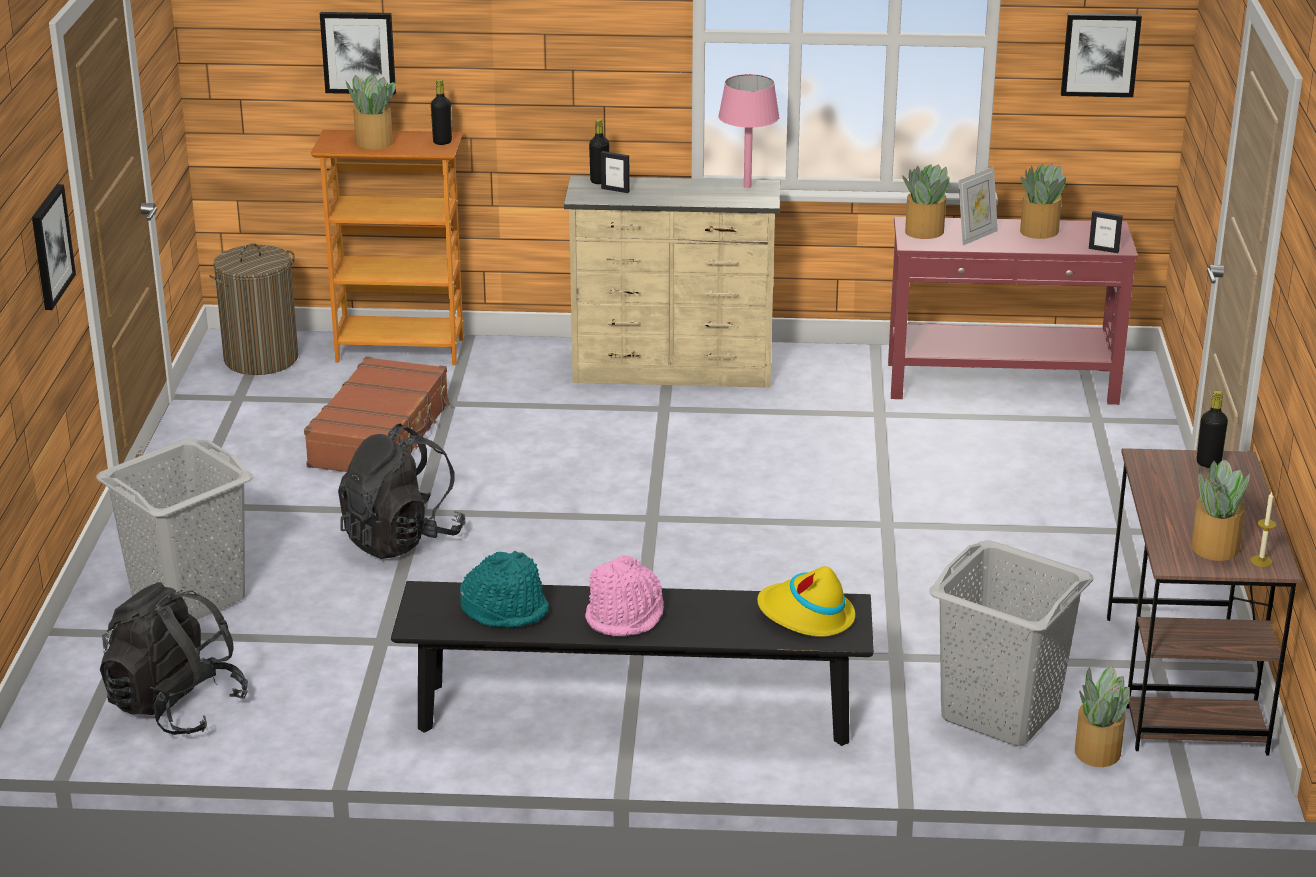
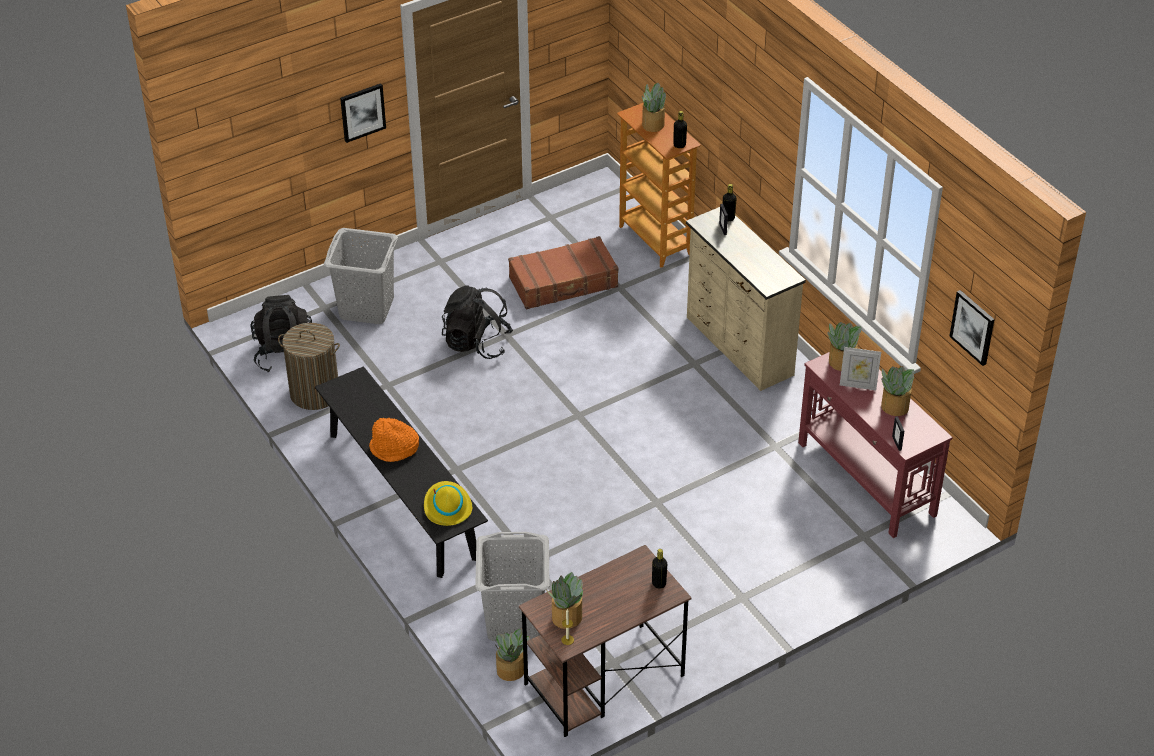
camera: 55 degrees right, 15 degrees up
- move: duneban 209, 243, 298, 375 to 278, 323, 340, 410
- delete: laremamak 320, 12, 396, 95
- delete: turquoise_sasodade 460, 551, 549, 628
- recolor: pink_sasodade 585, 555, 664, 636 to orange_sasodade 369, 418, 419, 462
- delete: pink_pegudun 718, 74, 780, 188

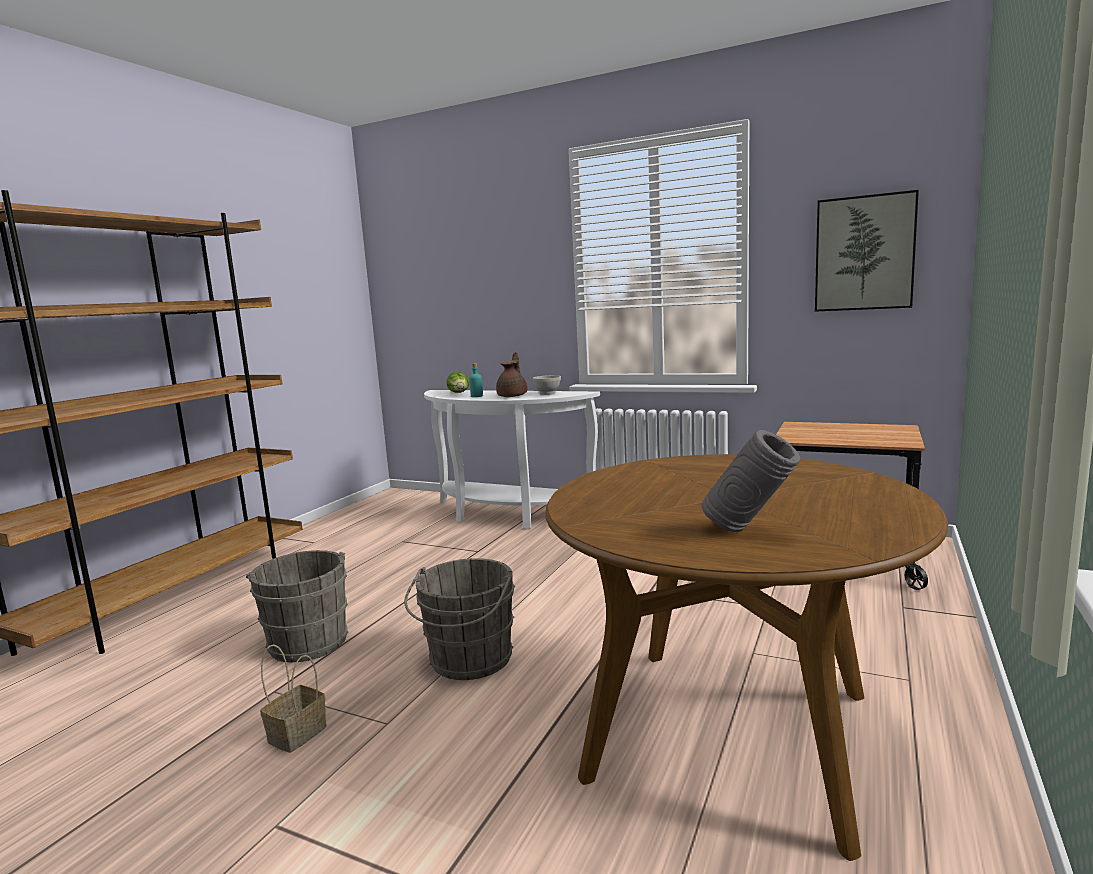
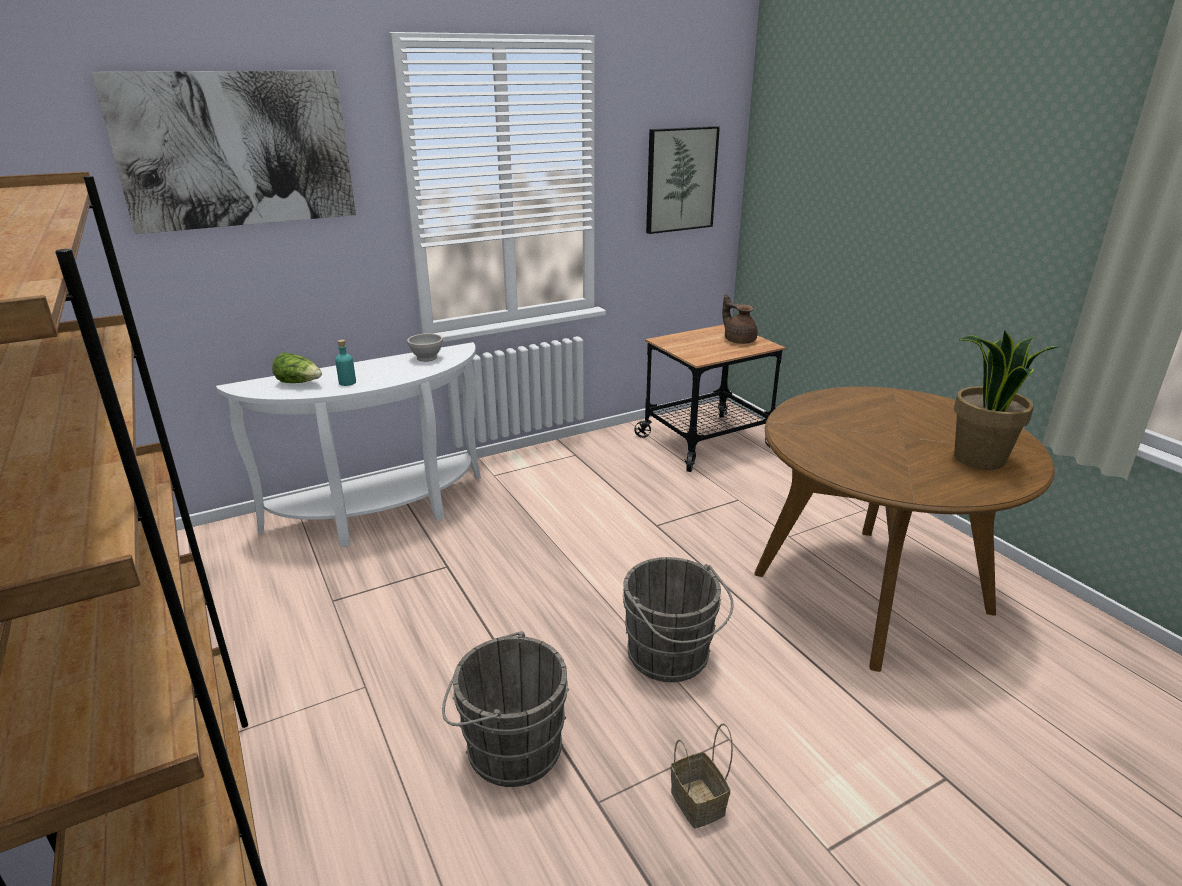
camera: 55 degrees left, 15 degrees up
- move: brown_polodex 496, 352, 527, 397 to 722, 294, 758, 344
- replace: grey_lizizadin 702, 430, 800, 532 to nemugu 954, 331, 1058, 470
- insert: laremamak 91, 71, 356, 234

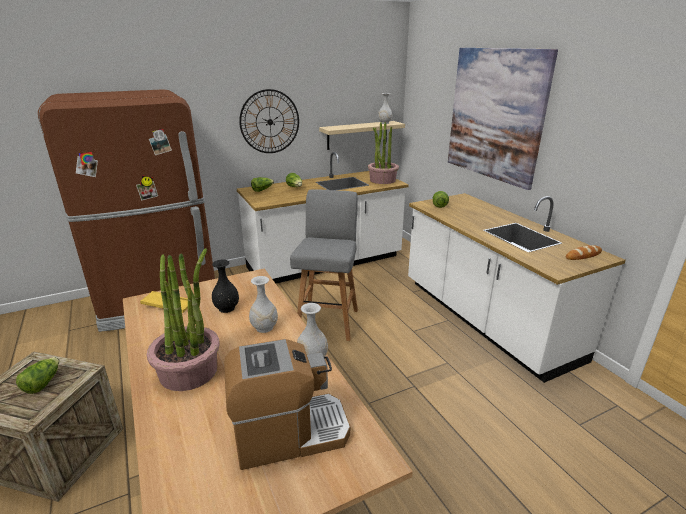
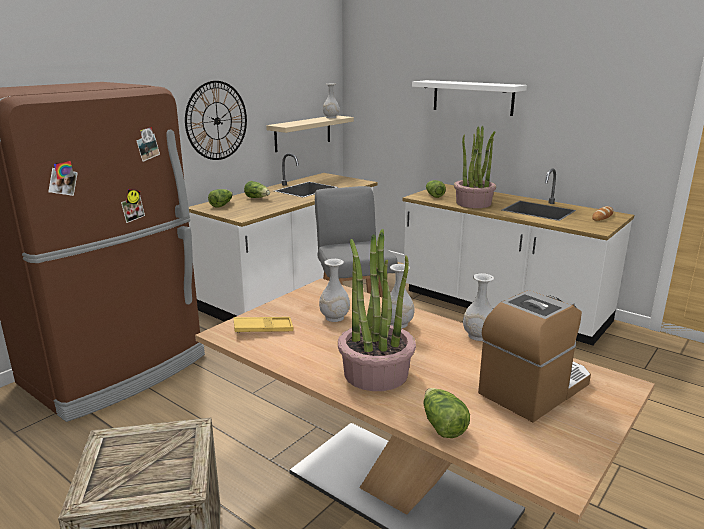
camera: 25 degrees left, 5 degrees down
- move: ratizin 16, 357, 59, 394 to 424, 388, 470, 438
- recolor: black_lizizadin 212, 260, 239, 313 to white_lizizadin 319, 259, 350, 322
- move: nemugu 368, 122, 399, 184 to 454, 126, 496, 208
- replace: laremamak 448, 48, 558, 190 to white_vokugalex 412, 80, 527, 116

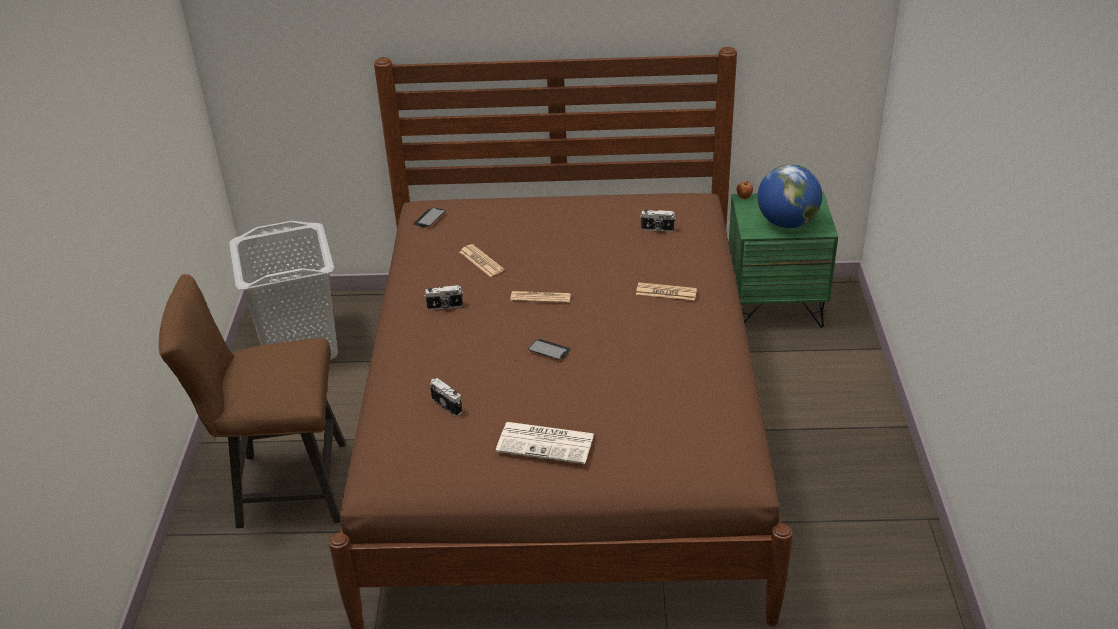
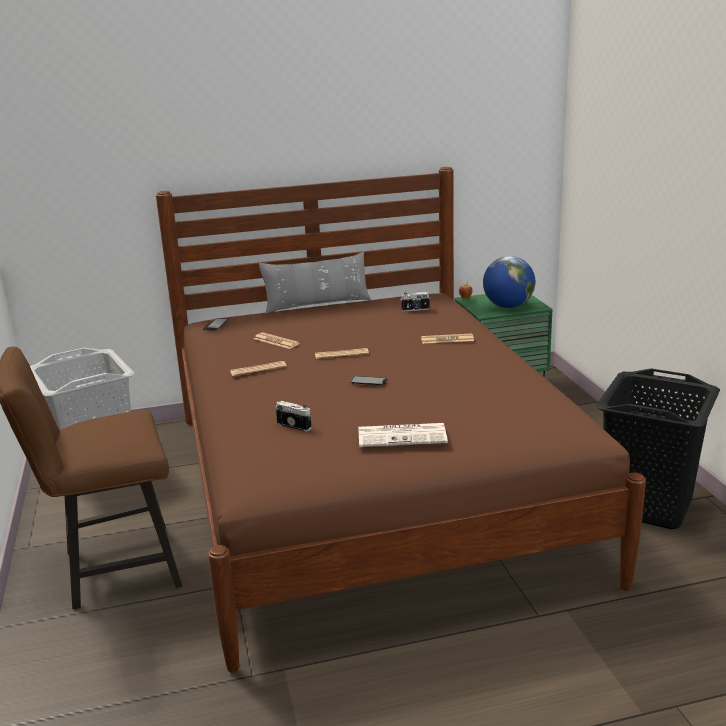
camera: 15 degrees left, 15 degrees down
- replace: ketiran 424, 285, 463, 310 to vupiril 230, 361, 287, 376
- insert: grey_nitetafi 259, 252, 371, 313
- insert: black_duneban 596, 368, 720, 529

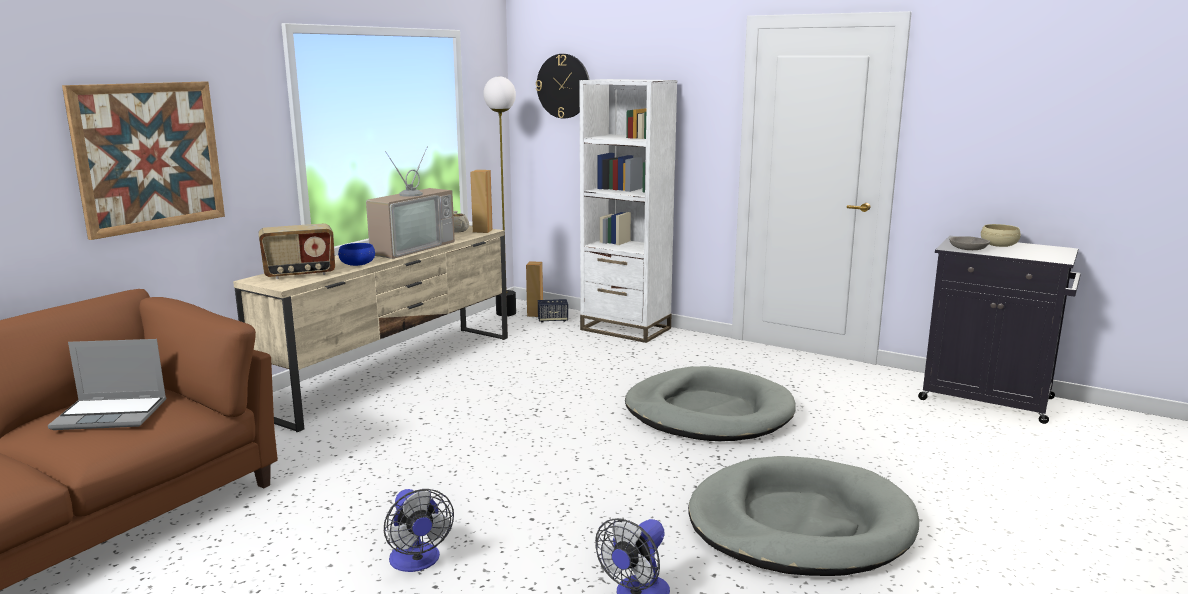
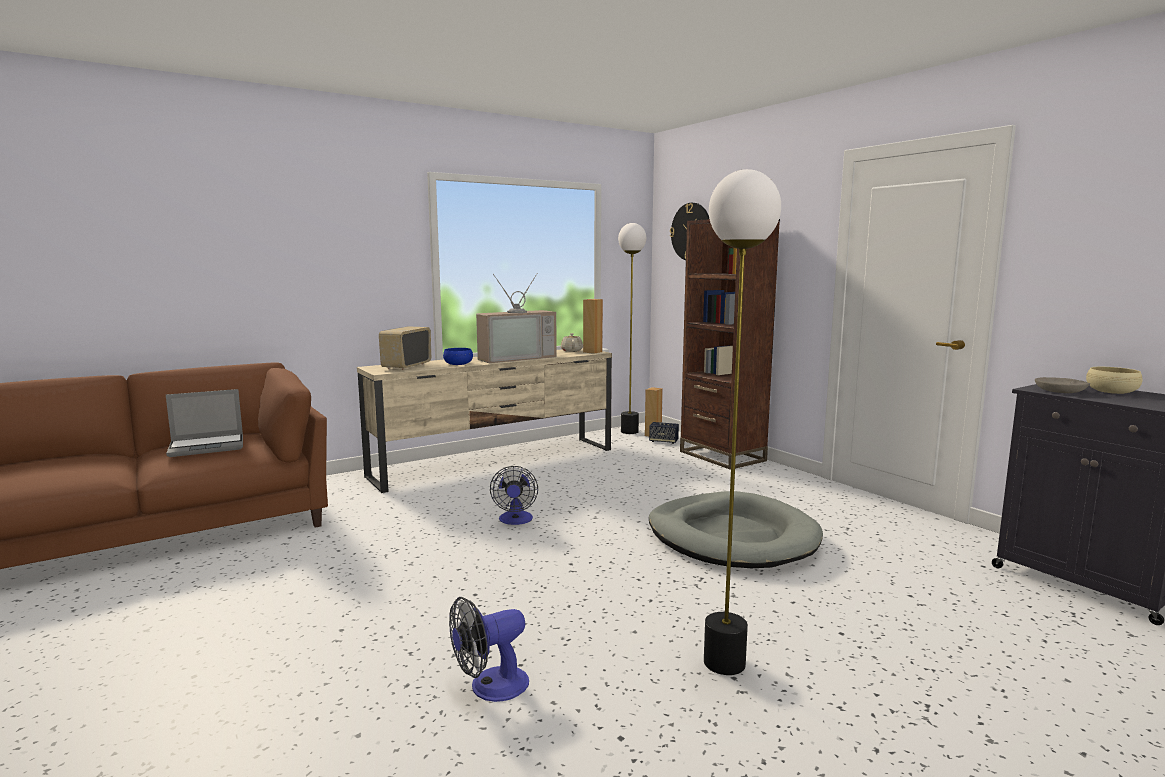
camera: 25 degrees right, 5 degrees down
- rotate: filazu 48, 339, 166, 430 = 166, 389, 243, 457 45 degrees counterclockwise
- delete: laremamak 62, 82, 225, 240
- rotate: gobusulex 259, 223, 335, 279 = 379, 326, 431, 370 105 degrees clockwise
- move: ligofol 384, 489, 454, 572 to 490, 466, 538, 525
- recolor: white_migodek 580, 79, 678, 343 to brown_migodek 680, 219, 780, 470
- replace: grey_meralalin 688, 456, 919, 576 to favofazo 704, 169, 781, 675

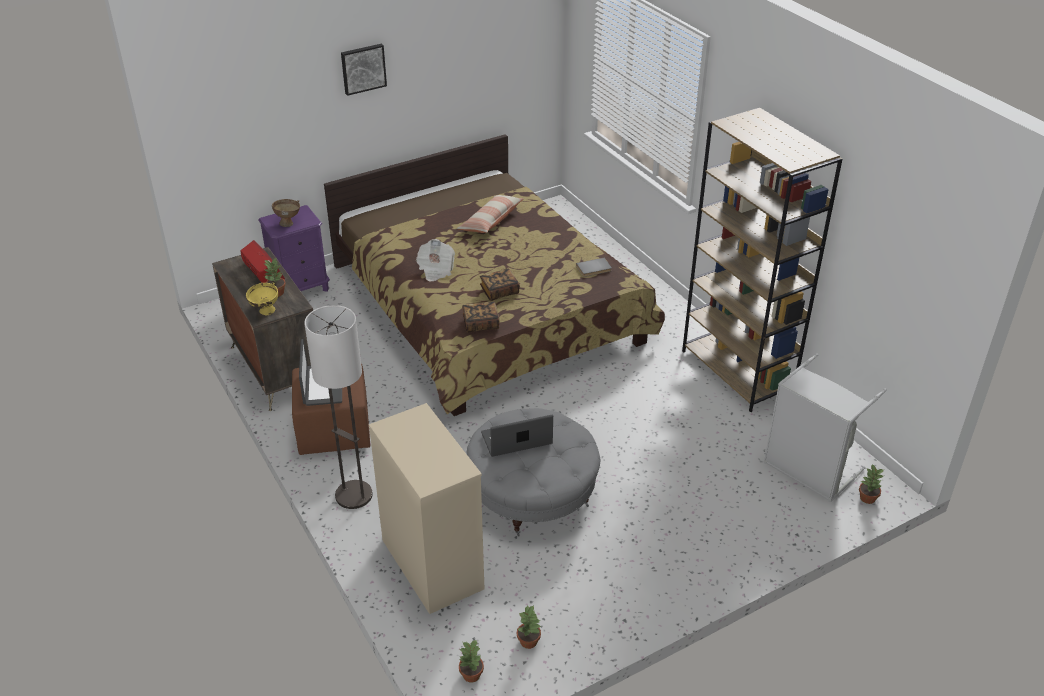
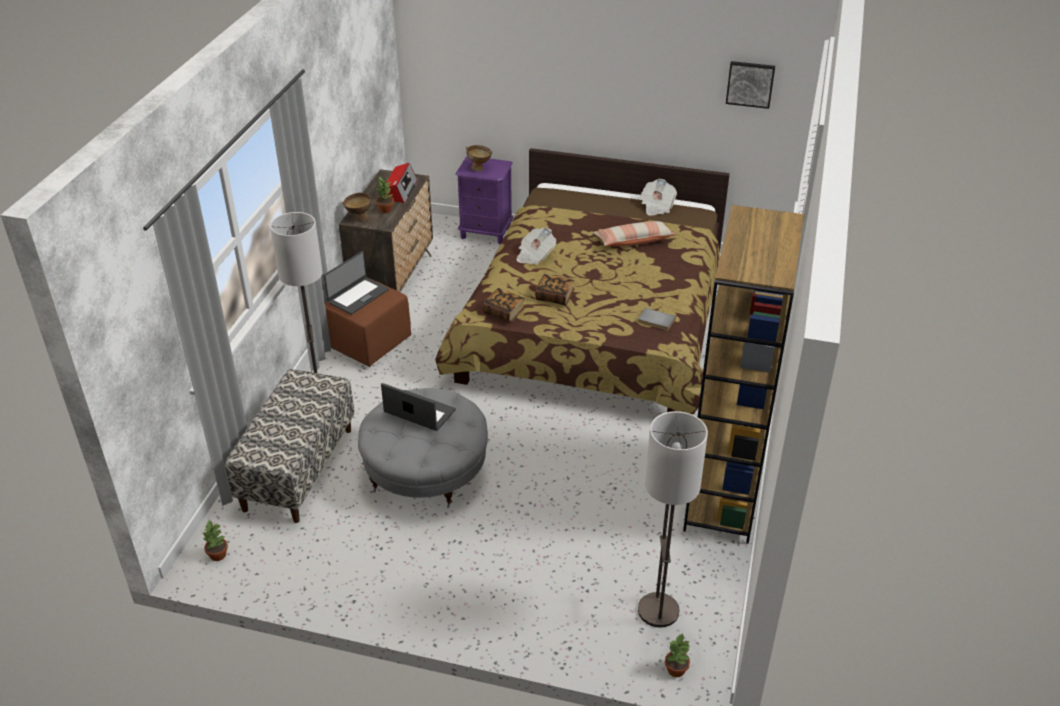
camera: 45 degrees right, 0 degrees up
- recolor: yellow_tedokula 246, 282, 278, 316 to brown_tedokula 342, 193, 372, 222
- move: laremamak 341, 44, 387, 96 to 726, 61, 775, 109
- replace: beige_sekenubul 369, 403, 485, 614 to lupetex 225, 369, 355, 523
- delete: nemugu 517, 605, 541, 649
- replace: grey_duneban 764, 354, 887, 502 to favofazo 638, 411, 708, 627
- insert: vupiril 640, 179, 677, 216

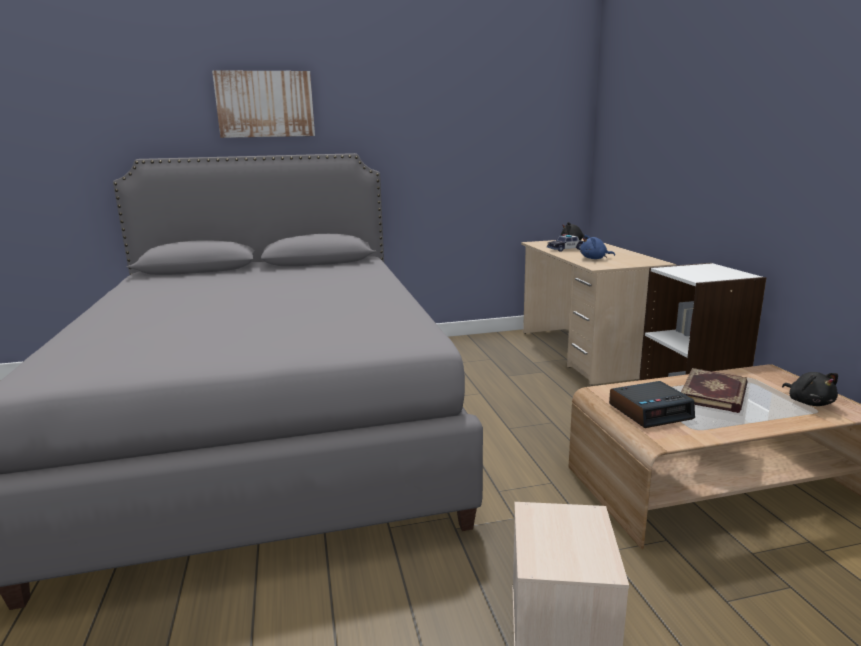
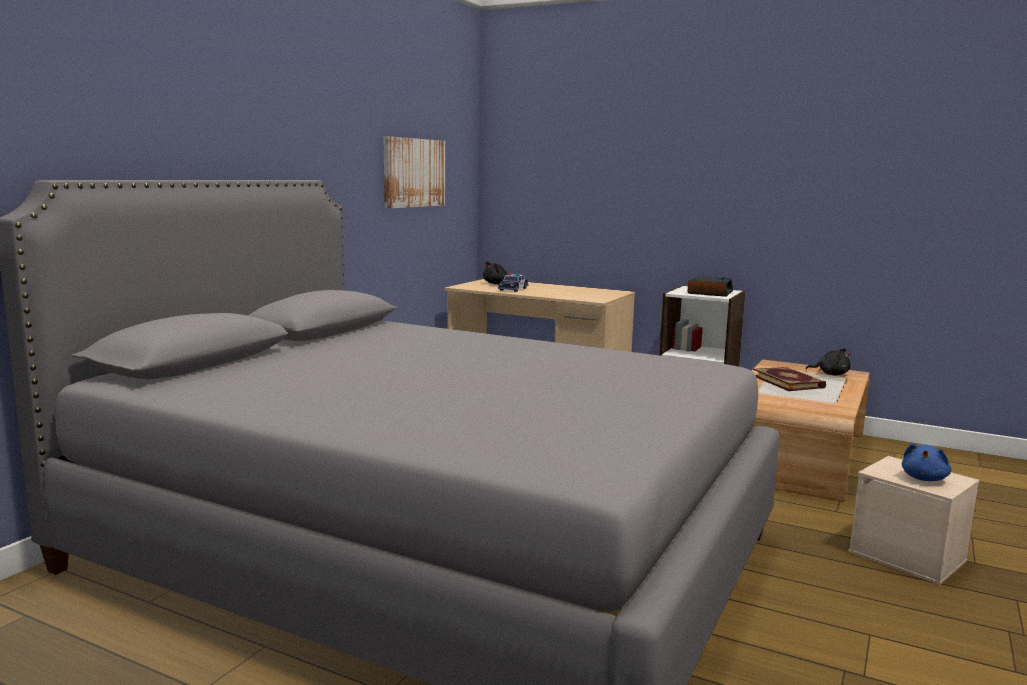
camera: 50 degrees left, 5 degrees down
- move: laremamak 212, 70, 315, 138 to 383, 136, 445, 208
- move: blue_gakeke 580, 235, 615, 259 to 902, 443, 951, 481
- move: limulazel 609, 381, 695, 428 to 687, 276, 733, 297

